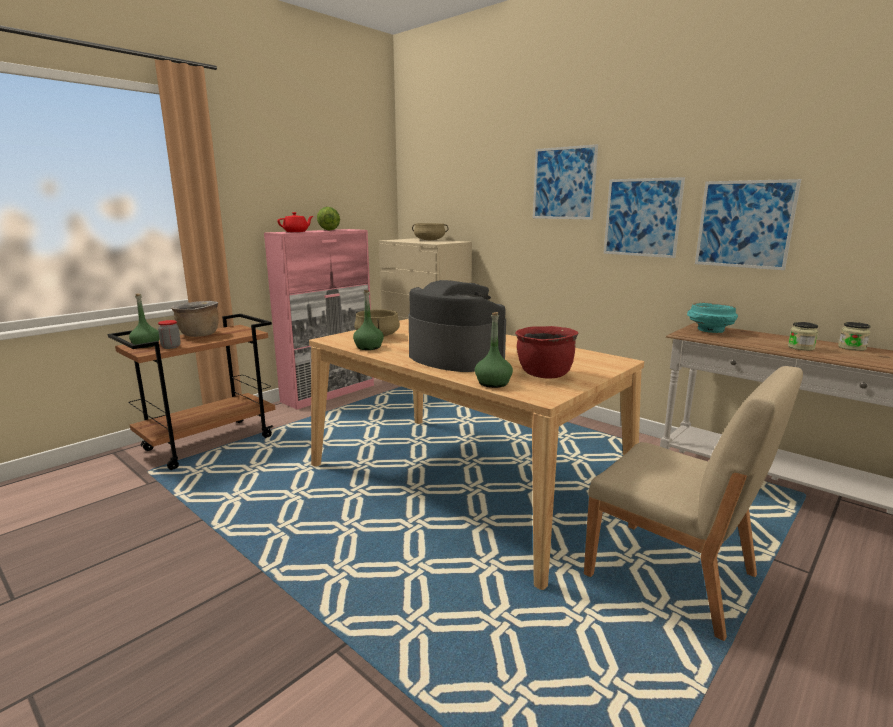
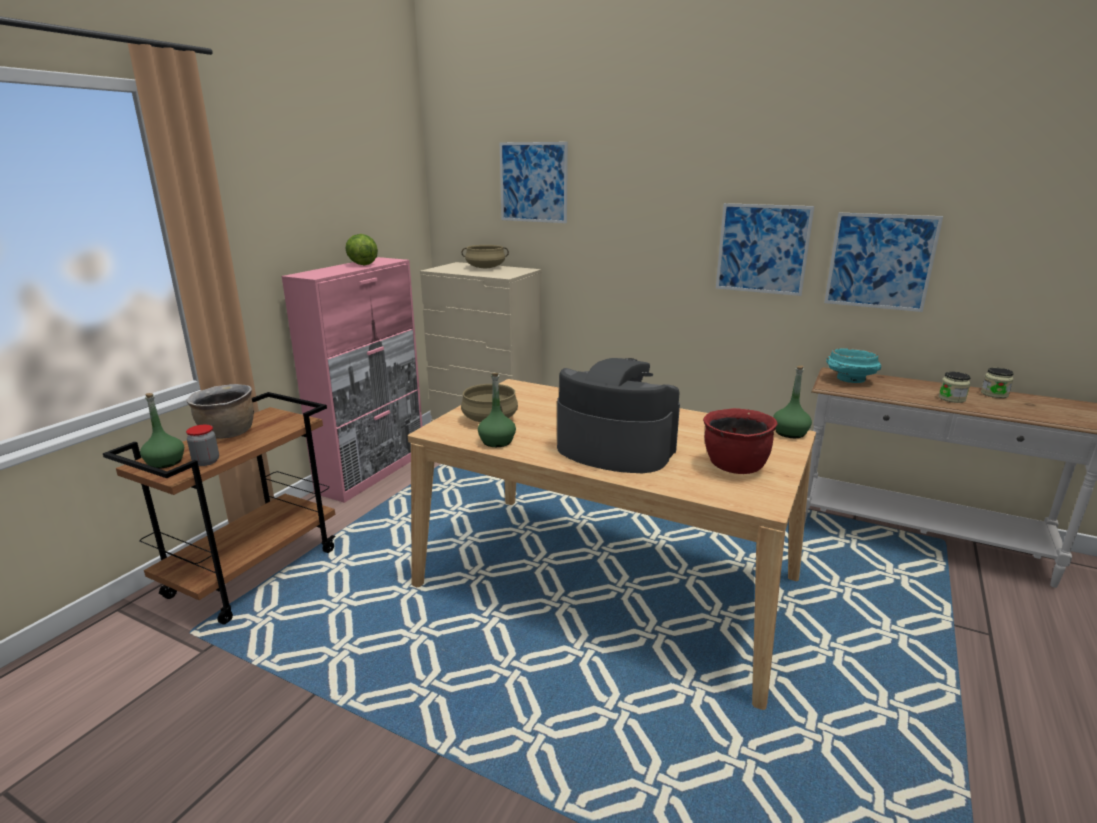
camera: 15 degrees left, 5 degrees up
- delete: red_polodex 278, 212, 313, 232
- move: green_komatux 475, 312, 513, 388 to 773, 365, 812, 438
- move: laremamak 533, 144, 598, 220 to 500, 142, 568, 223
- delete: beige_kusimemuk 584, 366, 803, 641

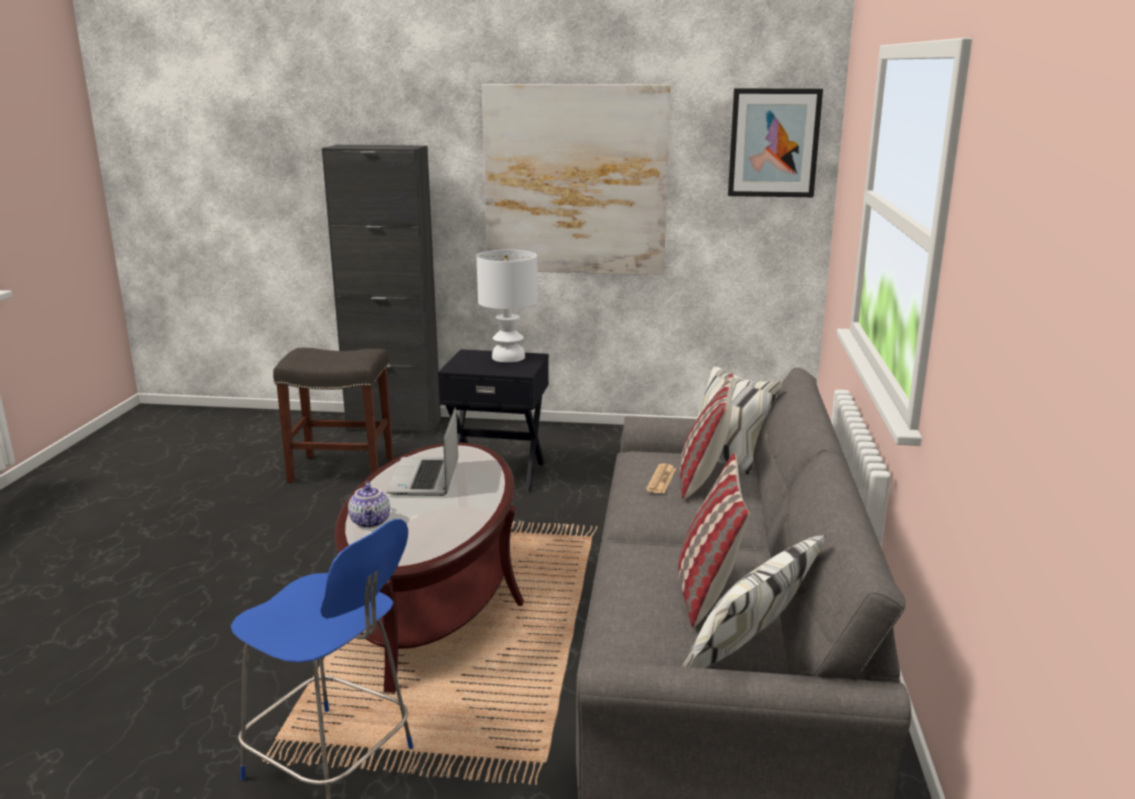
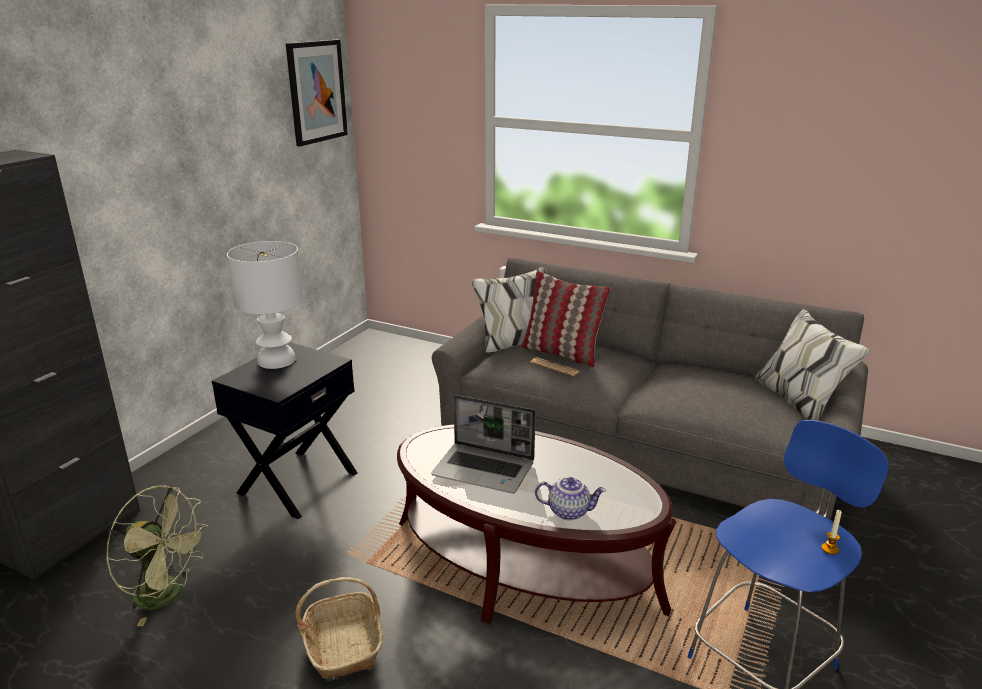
camera: 70 degrees left, 5 degrees up
- replace: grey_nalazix 273, 348, 394, 483 to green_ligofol 106, 485, 209, 626
- delete: laremamak 482, 84, 671, 275
- delete: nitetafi 678, 453, 750, 628
- insert: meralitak 296, 577, 383, 679
- insert: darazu 821, 510, 842, 555

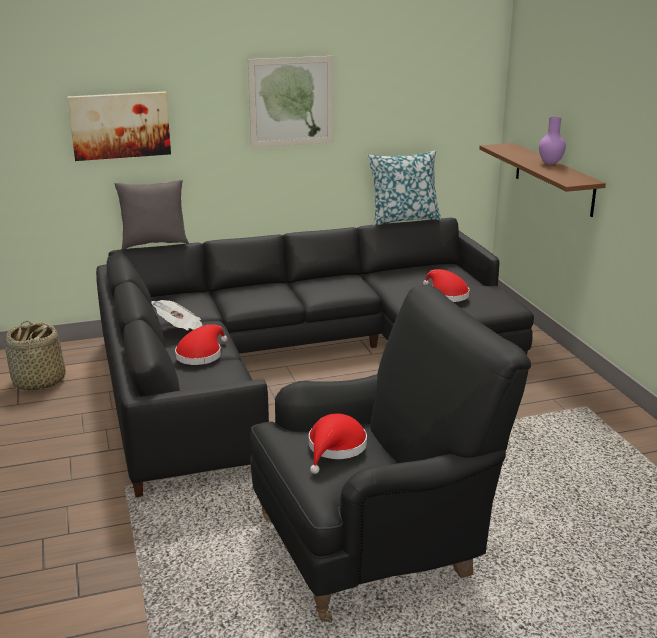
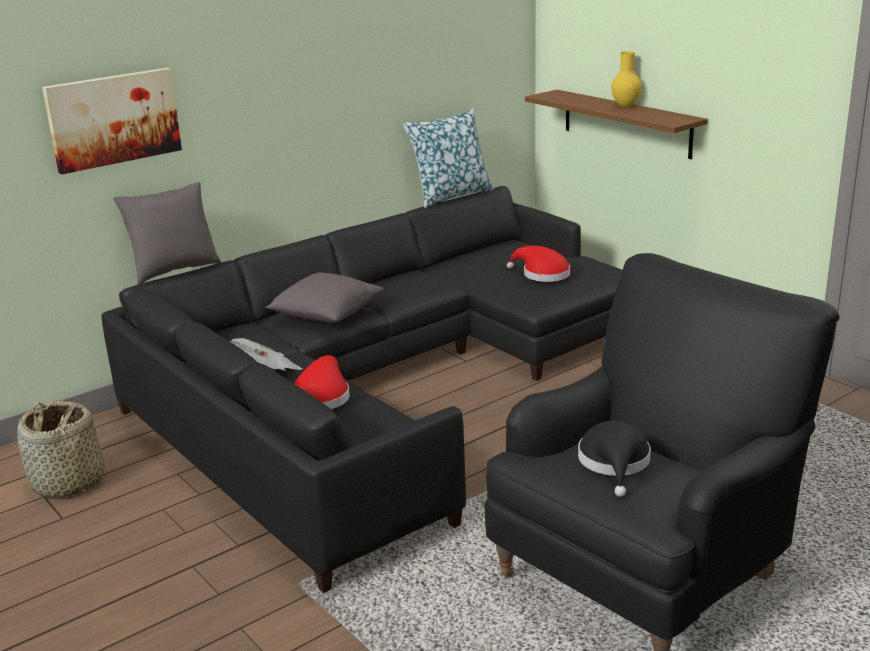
camera: 20 degrees left, 0 degrees up
- delete: laremamak 248, 56, 333, 148
- recolor: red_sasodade 309, 414, 367, 474 to black_sasodade 578, 421, 651, 497
- recolor: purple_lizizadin 539, 117, 566, 165 to yellow_lizizadin 611, 52, 642, 107
- insert: grey_nitetafi 266, 272, 383, 323

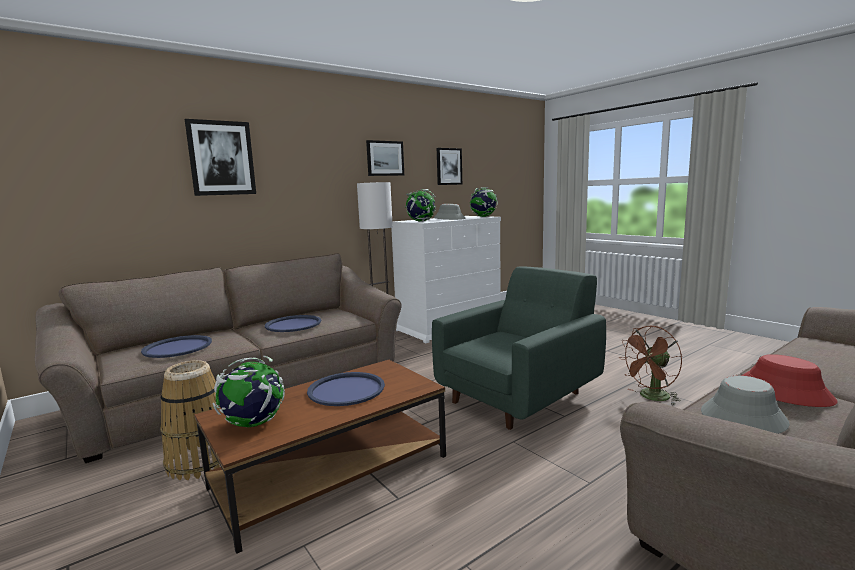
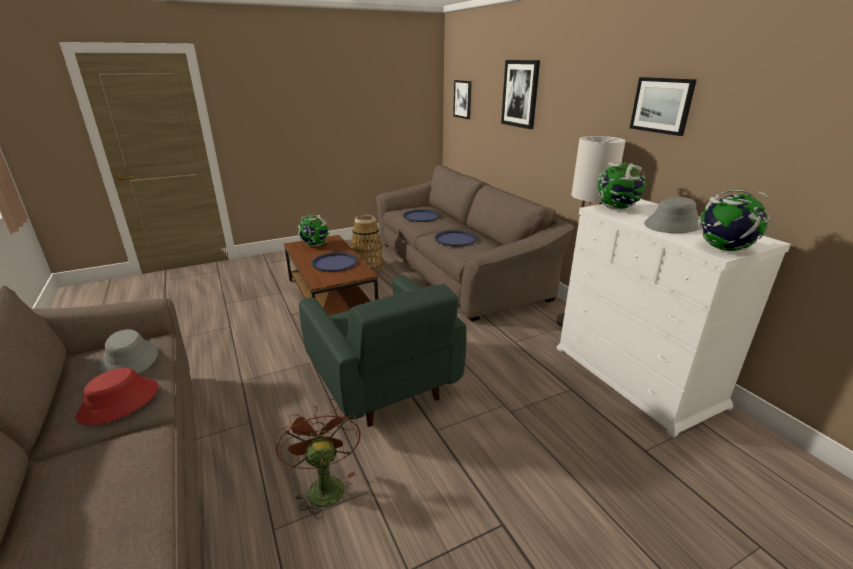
camera: 100 degrees right, 15 degrees up
- move: laremamak 437, 148, 462, 185 to 453, 80, 472, 119

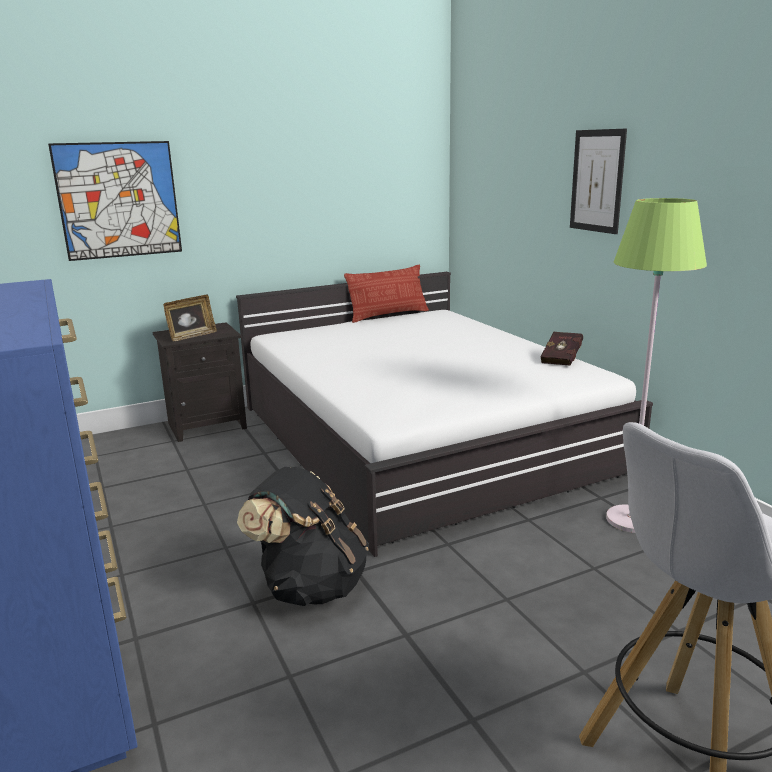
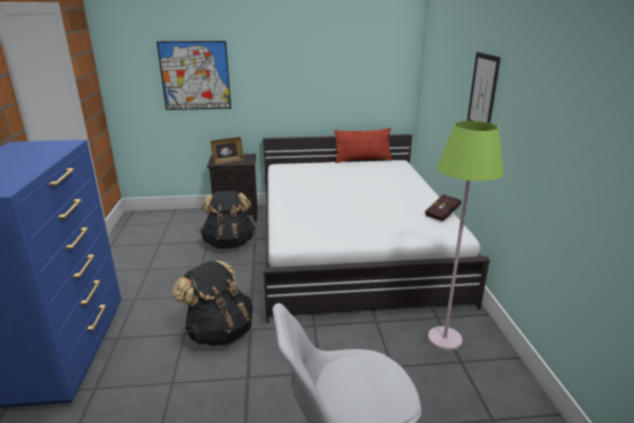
camera: 20 degrees right, 5 degrees up
- insert: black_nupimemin 200, 191, 255, 249

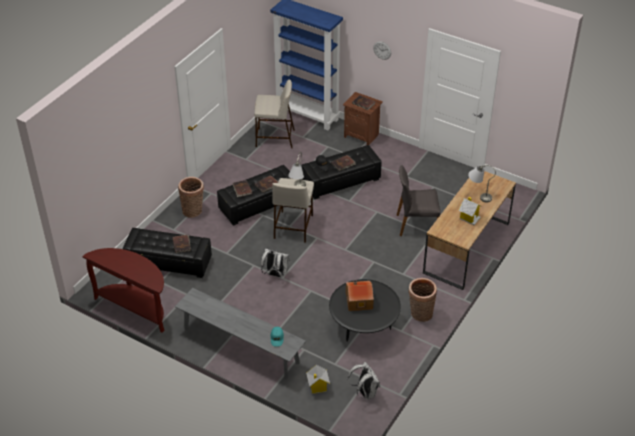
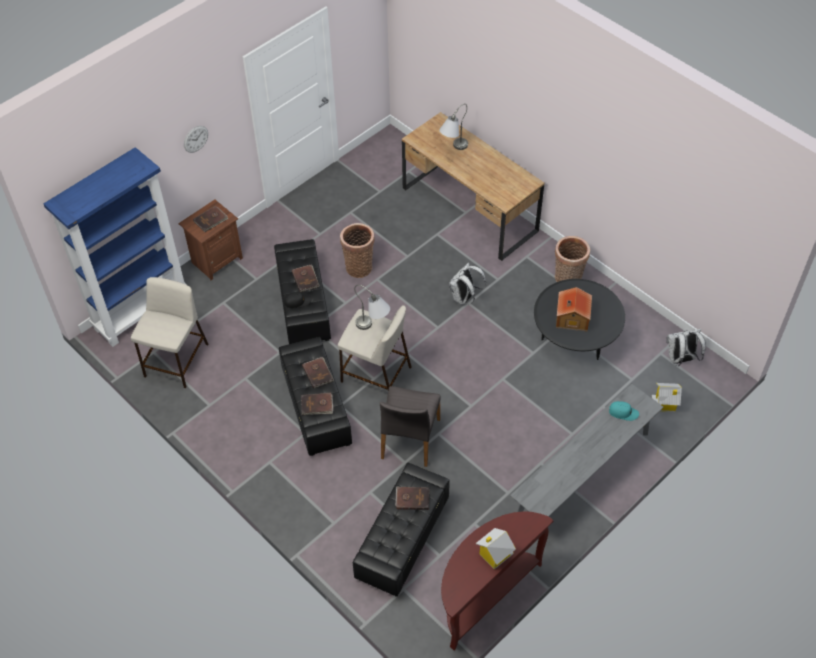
camera: 75 degrees left, 10 degrees up
- move: meralitak 178, 177, 204, 218 to 340, 223, 375, 278
- move: white_nupimemin 261, 249, 290, 278 to 449, 263, 486, 305
- move: grey_kusimemuk 397, 165, 441, 236 to 380, 386, 441, 467
- move: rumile 459, 197, 482, 225 to 476, 528, 516, 570

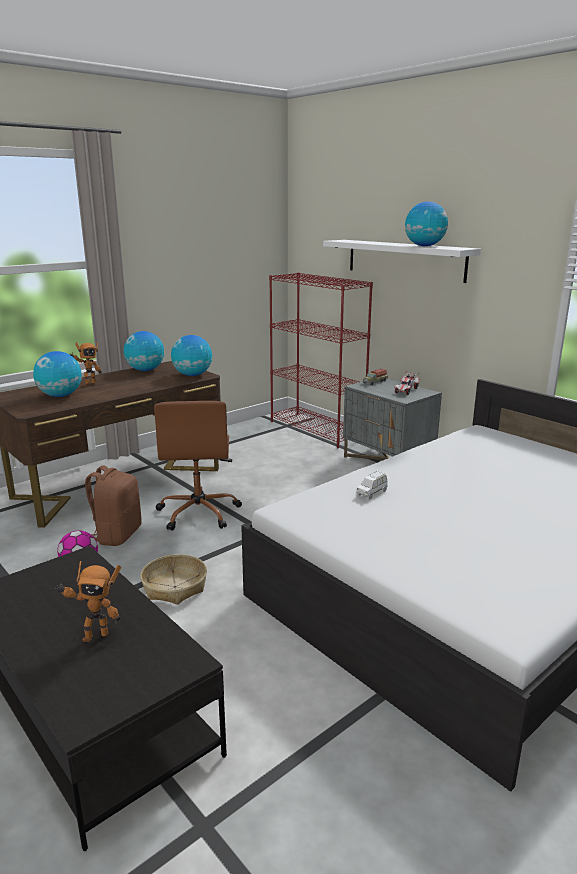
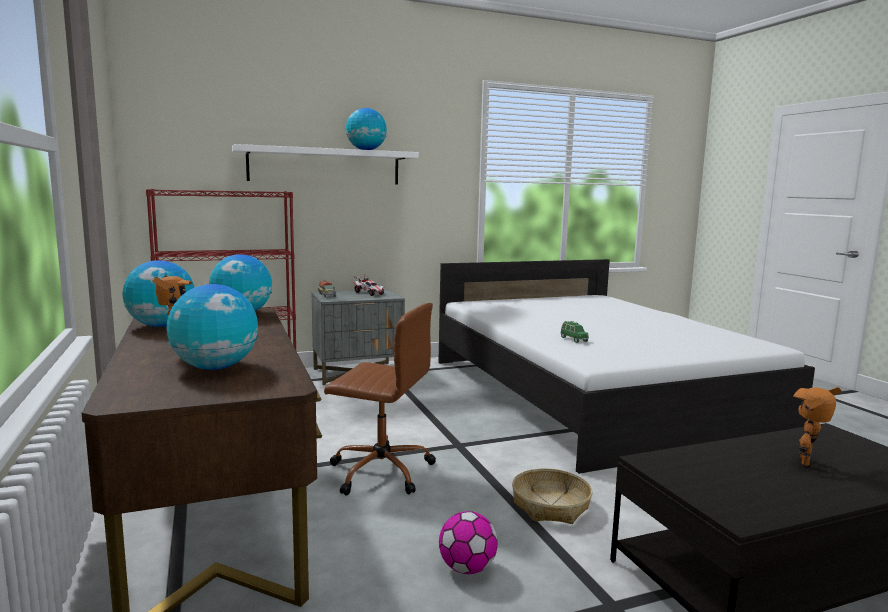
camera: 70 degrees left, 10 degrees down
- rotate: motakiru 55, 561, 121, 642 = 793, 387, 842, 466 150 degrees counterclockwise
- delete: brown_nupimemin 85, 466, 141, 546
- recolor: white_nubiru 356, 471, 388, 500 to green_nubiru 561, 321, 588, 343

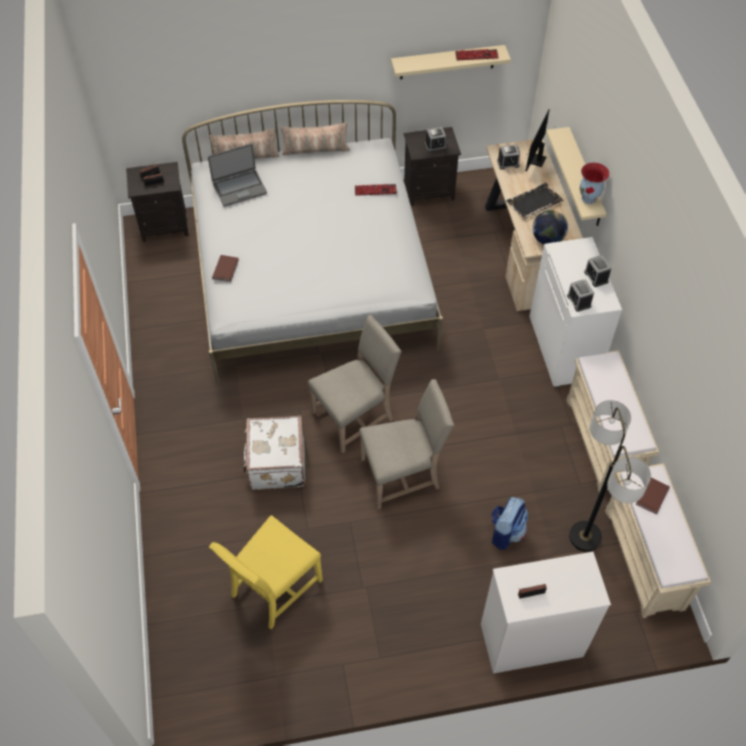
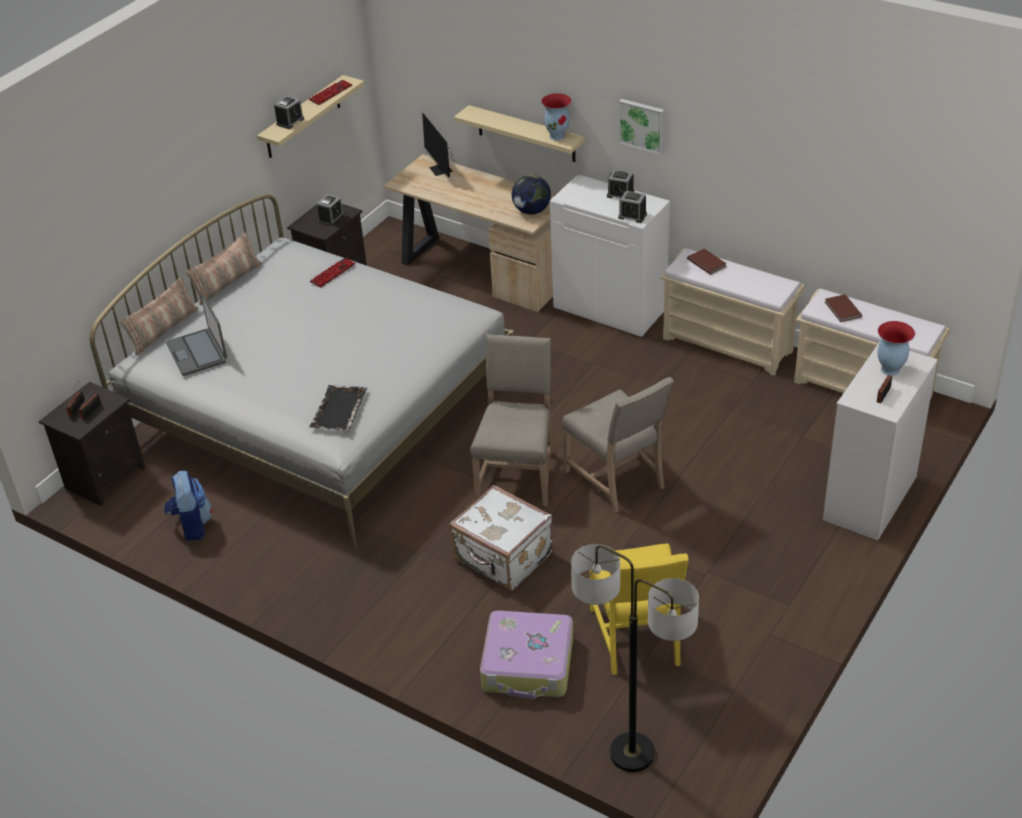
camera: 45 degrees left, 15 degrees down
- rotate: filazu 208, 144, 267, 207 = 166, 292, 227, 376 135 degrees clockwise
- move: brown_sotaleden 212, 255, 239, 282 to 687, 249, 727, 275
- rotate: beige_kusimemuk 359, 379, 454, 509 = 562, 377, 674, 513 120 degrees clockwise
- move: nupimemin 491, 497, 528, 550 to 164, 471, 213, 541
- move: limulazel 497, 144, 520, 170 to 274, 96, 304, 129
- move: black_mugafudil 506, 183, 564, 219 to 309, 385, 367, 431
- move: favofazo 569, 400, 651, 552 to 571, 544, 699, 772
- insert: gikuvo 480, 610, 573, 699
- insert: laremamak 619, 99, 664, 155
- insert: lizizadin 878, 321, 915, 376

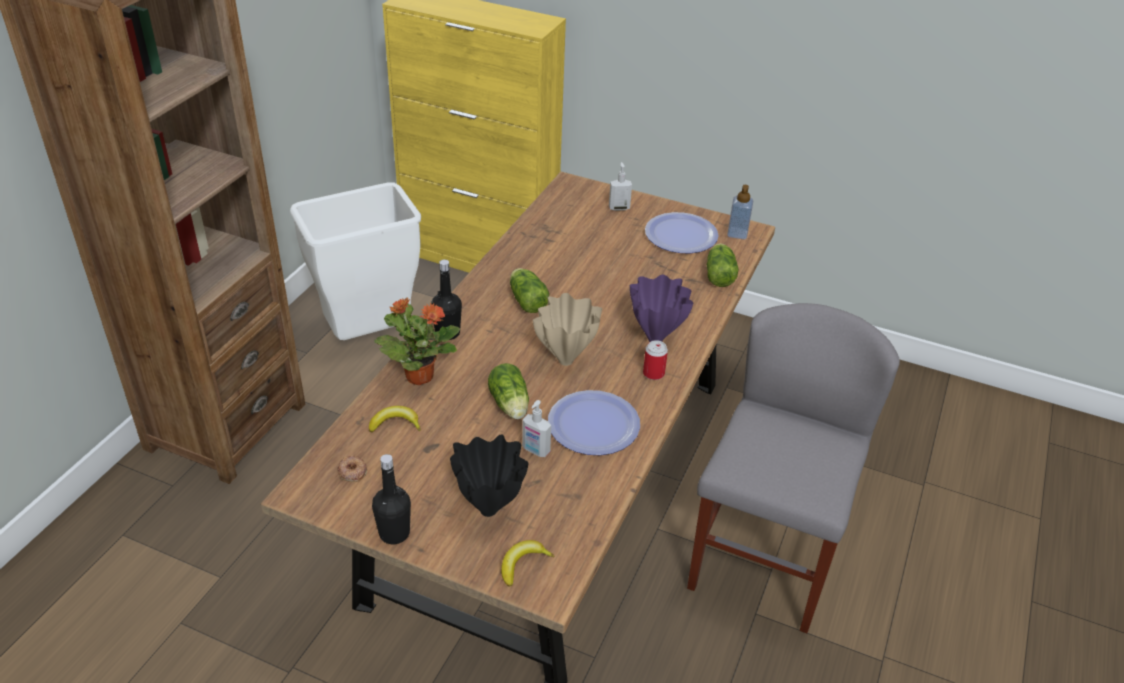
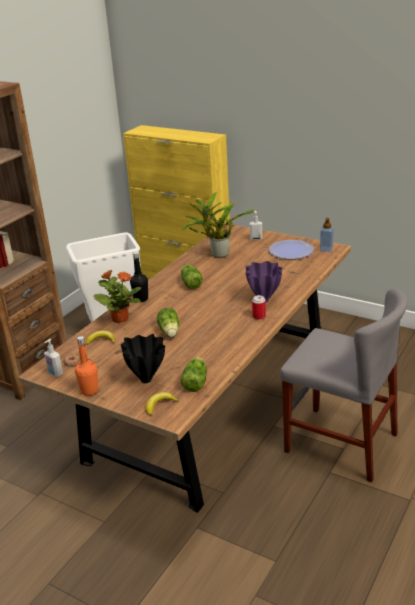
camera: 10 degrees right, 10 degrees down
- recolor: black_komatux 372, 454, 411, 544 to orange_komatux 75, 336, 98, 395
- move: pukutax 522, 400, 551, 457 to 44, 339, 63, 377
- delete: beige_lizizadin 533, 293, 602, 366
- delete: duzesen 548, 390, 640, 455
- rotate: grey_kusimemuk 687, 303, 900, 633 = 280, 288, 408, 482 90 degrees clockwise
- move: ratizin 707, 244, 739, 287 to 180, 358, 207, 392
- insert: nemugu 182, 192, 254, 258

